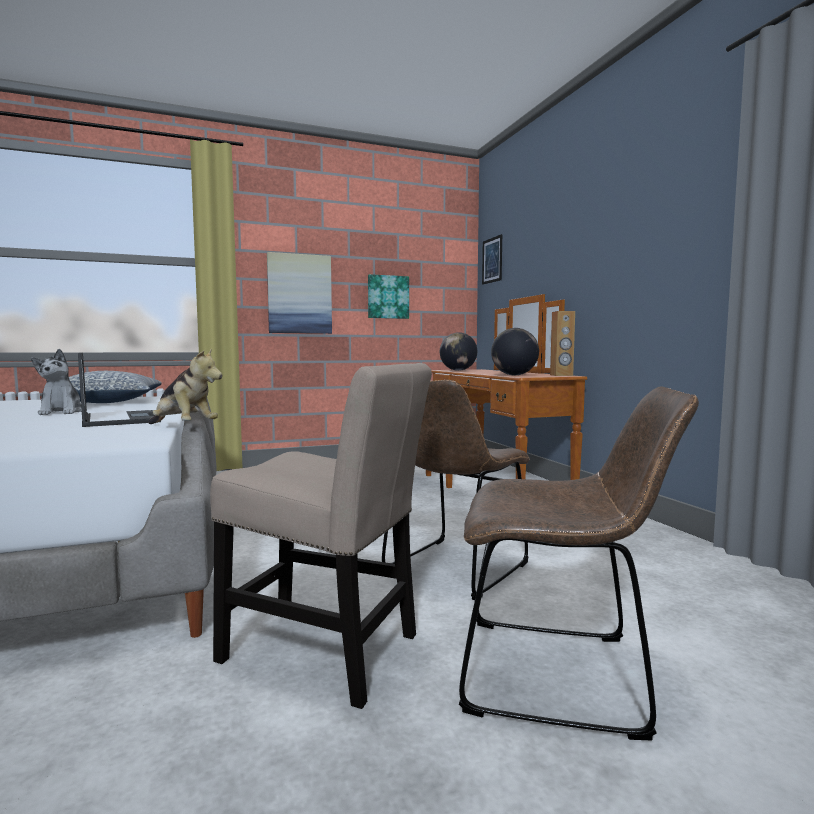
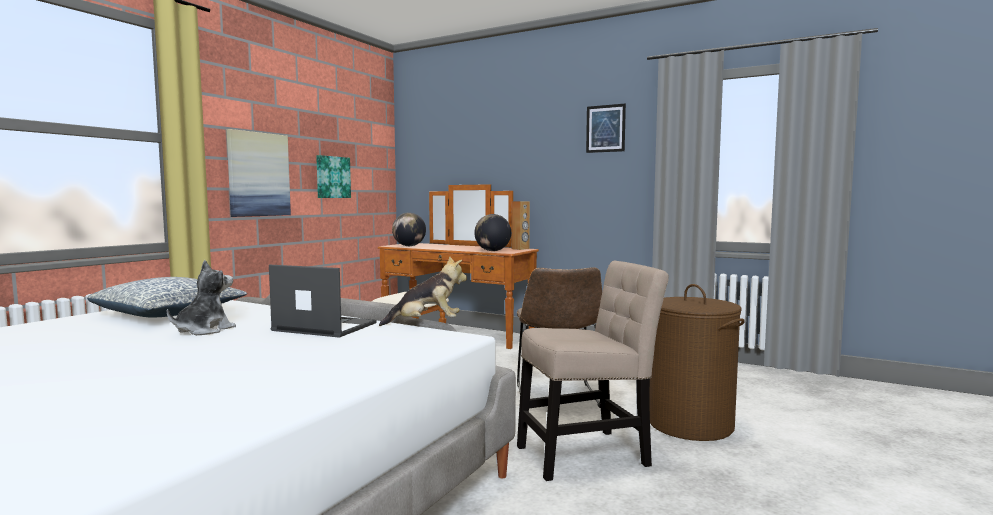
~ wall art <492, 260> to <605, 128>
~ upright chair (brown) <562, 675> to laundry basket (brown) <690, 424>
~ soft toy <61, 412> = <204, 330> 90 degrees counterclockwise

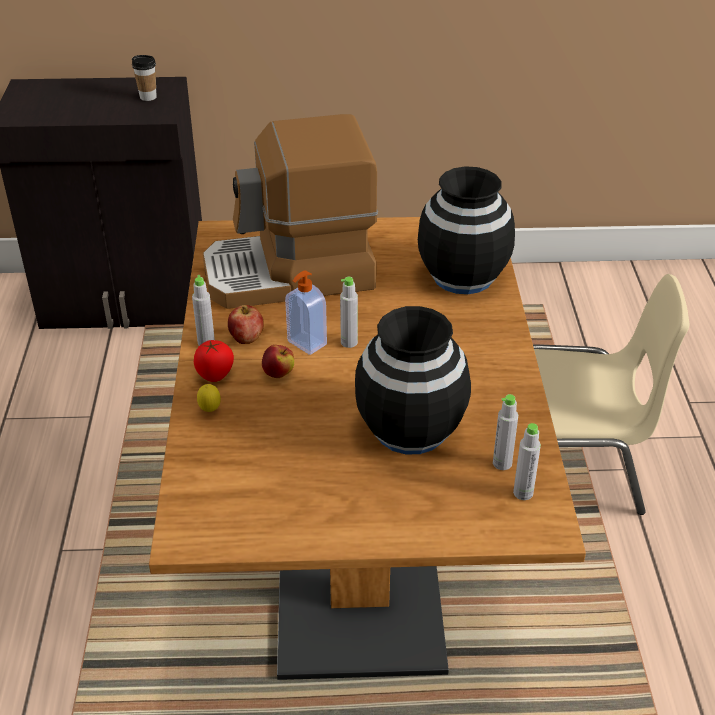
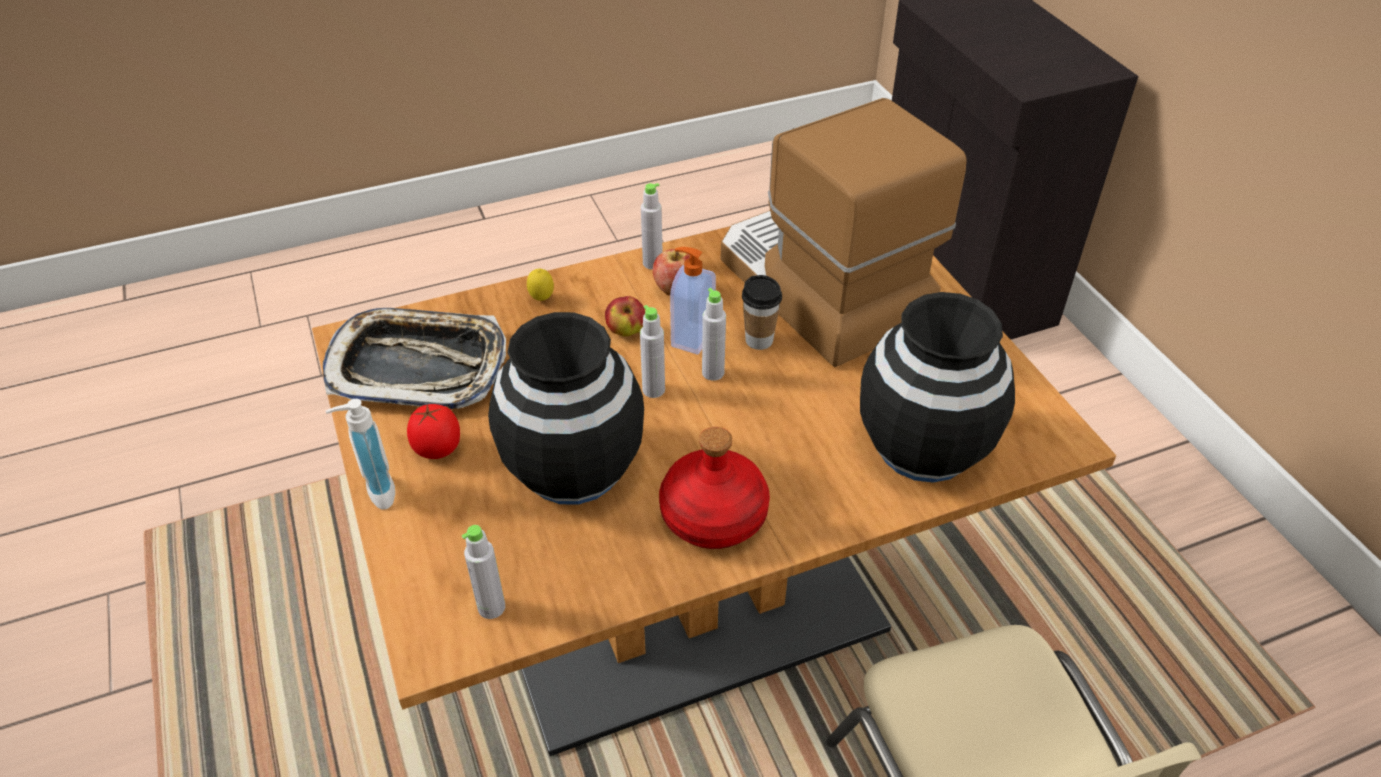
+ carrying tray <418, 367>
+ soap bottle <375, 492>
+ drink bottle (red) <714, 515>
~ drinking cup <148, 97> to <759, 340>
~ tomato <215, 375> to <438, 450>
~ drink bottle (gray) <502, 463> to <653, 390>

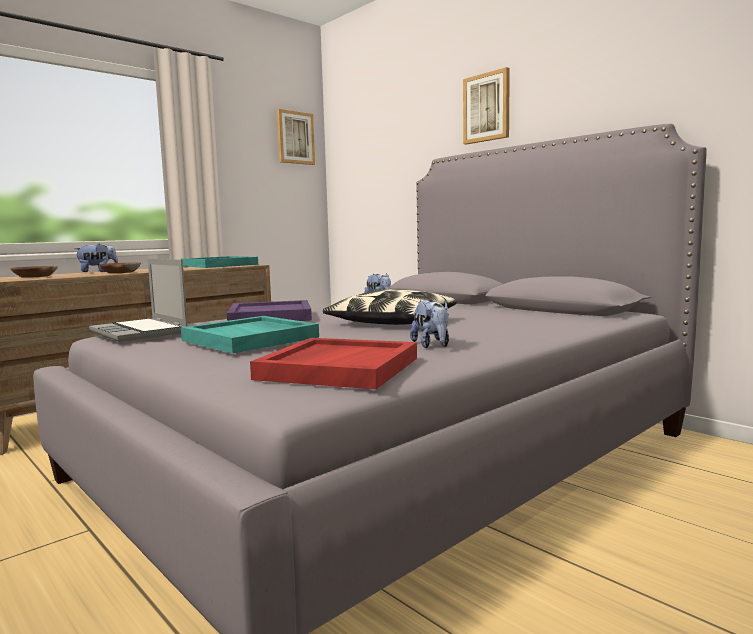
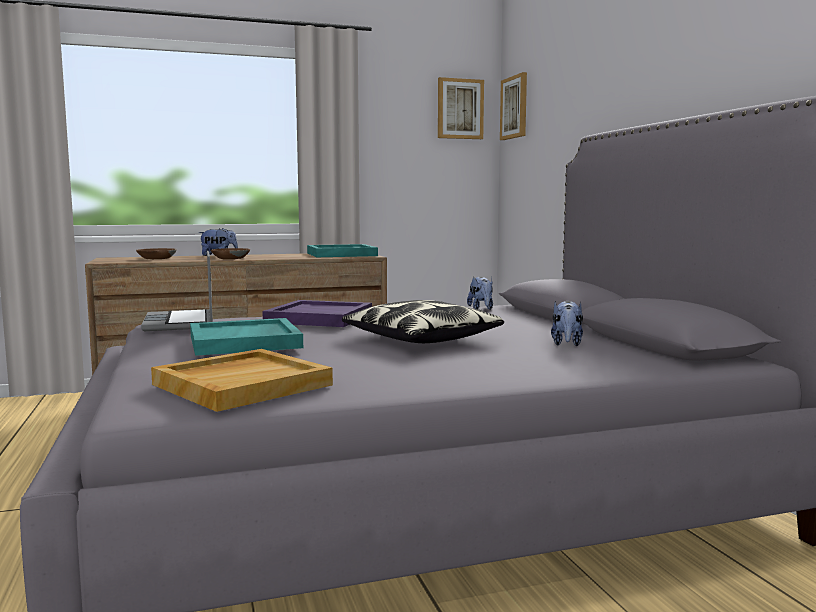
~ soft toy <432, 345> to <566, 344>
~ wall art <487, 107> to <514, 107>
~ carrying tray (red) <338, 368> to carrying tray (sand-coloured) <242, 384>

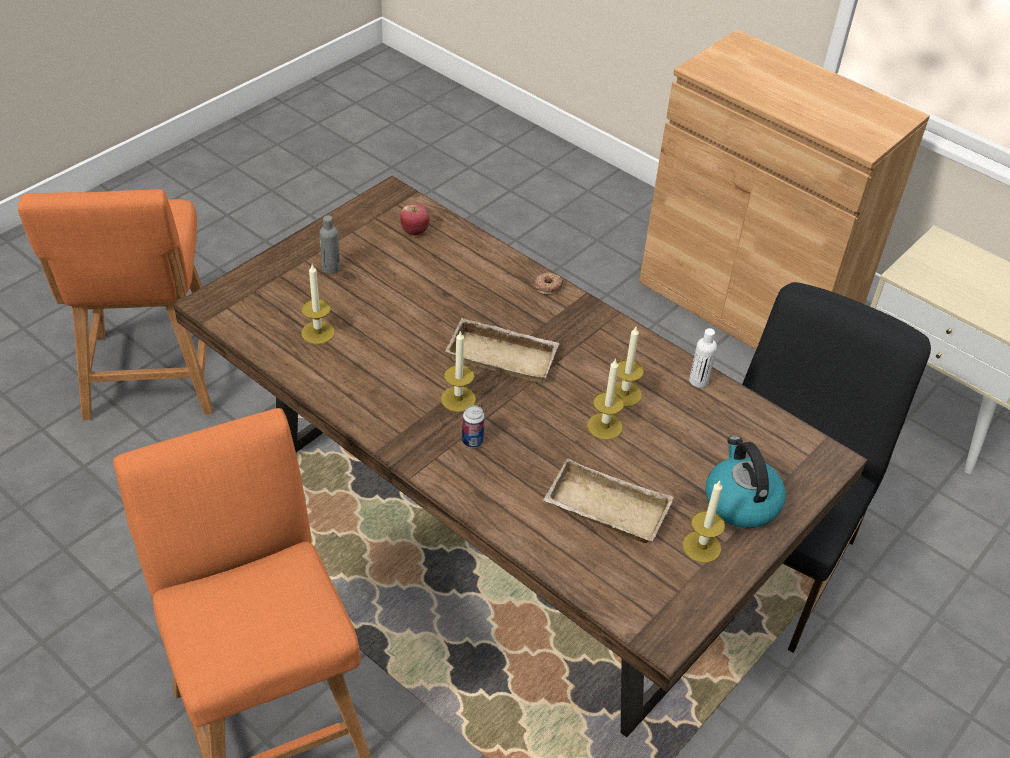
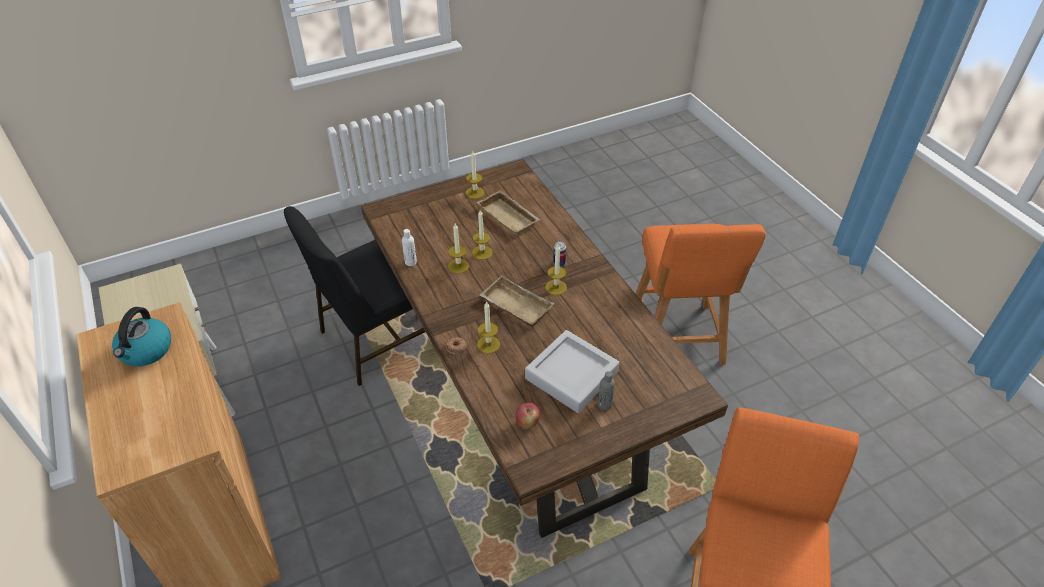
+ carrying tray (gray) <571, 375>
~ wax light <318, 332> to <488, 344>
~ tea kettle <740, 501> to <146, 351>

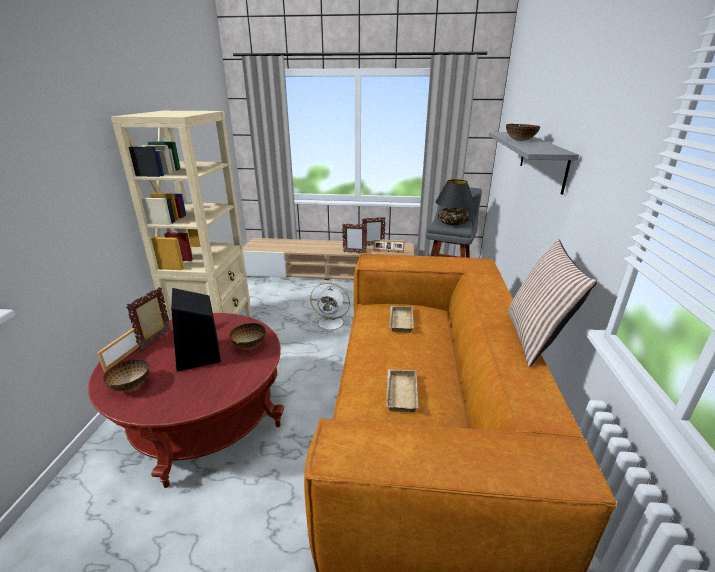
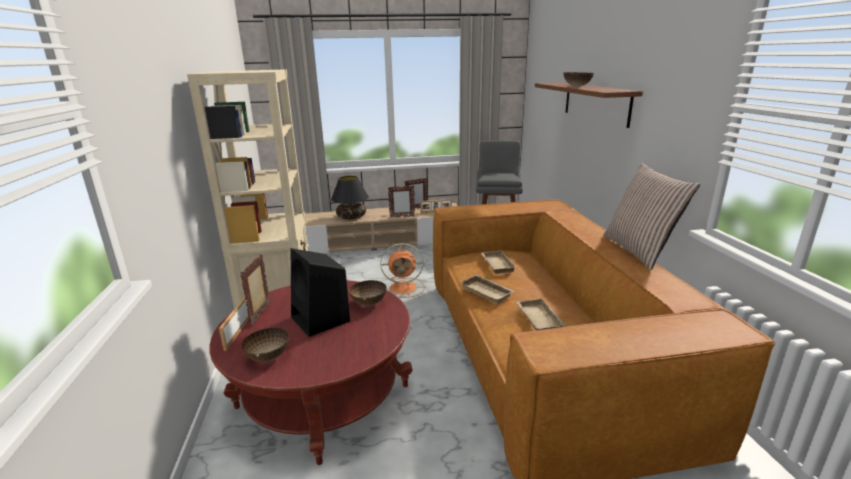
+ carrying tray (sand-coloured) <487, 292>
~ lamp for a table (blackish) <452, 223> to <351, 217>
~ electric fan (whitish) <332, 323> to electric fan (orangey) <404, 288>
~ shelf (gray) <542, 160> to shelf (brown) <595, 102>

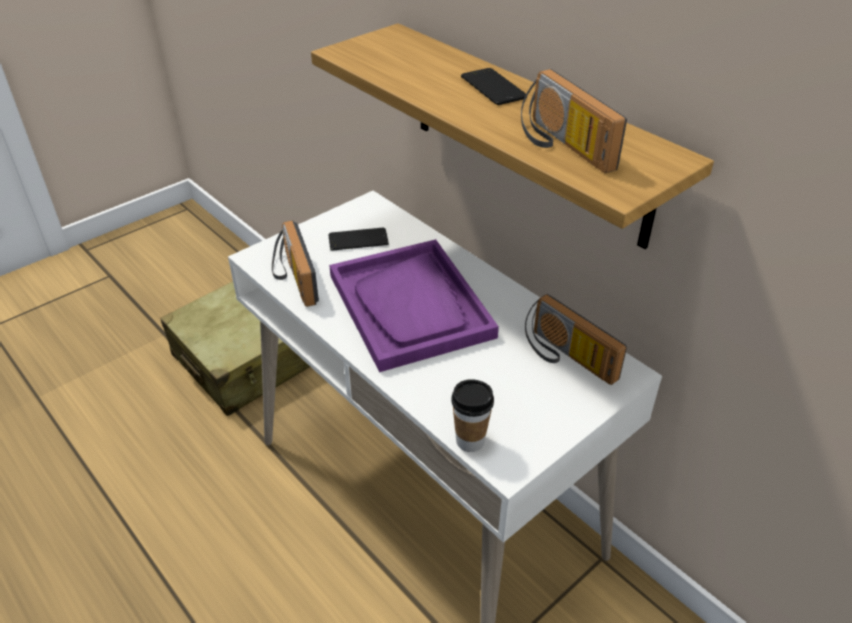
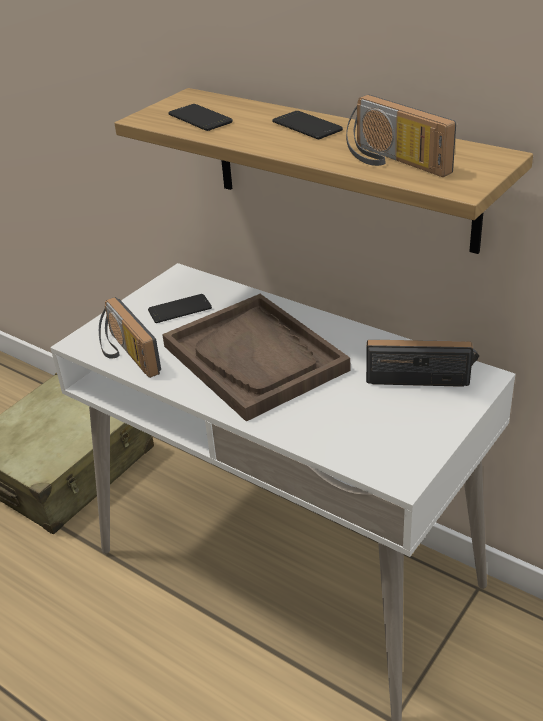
- drinking cup <470, 441>
+ phone <200, 118>
~ carrying tray (purple) <410, 306> to carrying tray (brown) <255, 358>
~ radio set <565, 357> = <421, 375> 150 degrees clockwise

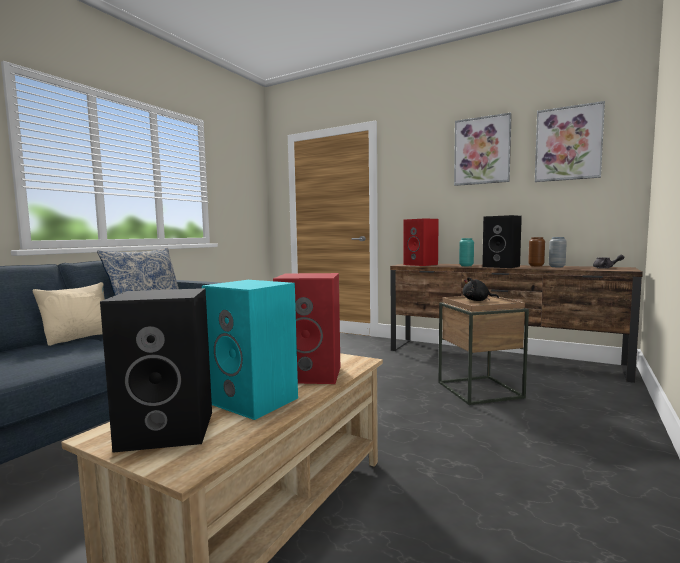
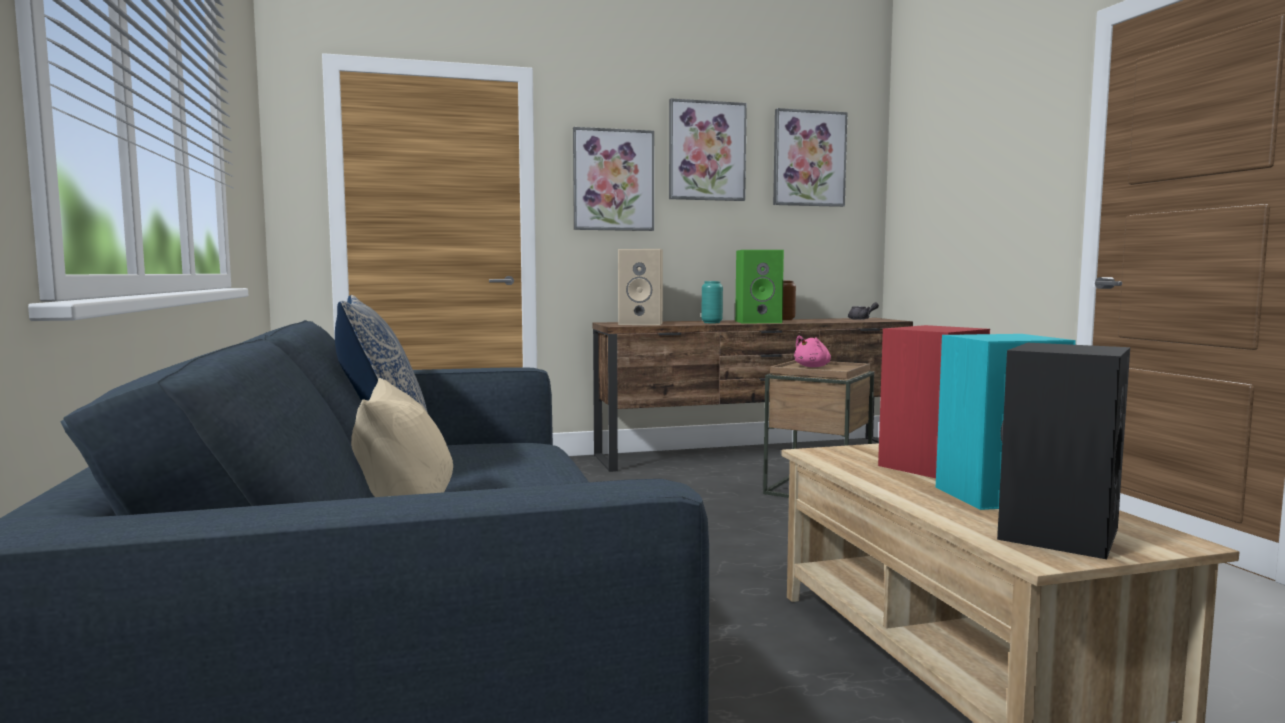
- decorative vase (gray) <556, 267>
+ wall art <613, 180>
~ audio speaker (red) <421, 264> to audio speaker (sand-coloured) <642, 323>
~ soft toy (blackish) <477, 300> to soft toy (pink-coloured) <813, 367>
~ audio speaker (blackish) <502, 266> to audio speaker (green) <759, 322>

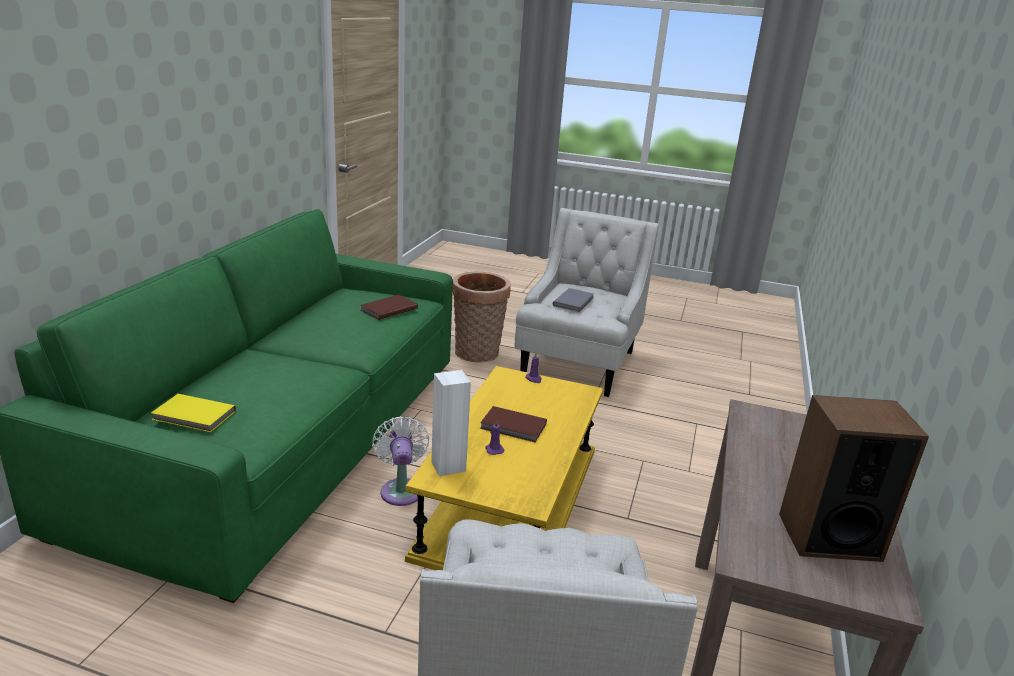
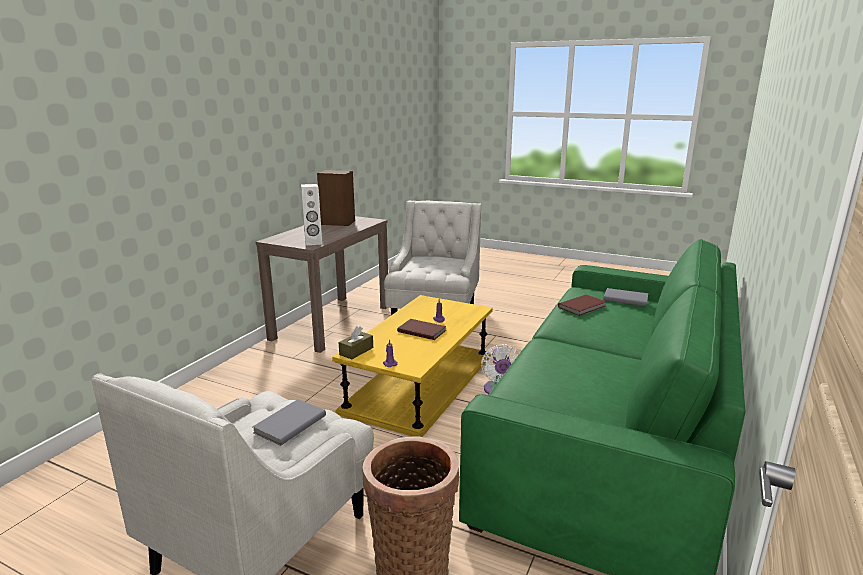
+ box of tissues (brown) <356, 351>
~ bound book (brown) <387, 309> to <583, 307>
~ audio speaker (whitish) <448, 466> to <313, 243>
~ bound book (yellowish) <194, 416> to bound book (gray) <625, 298>

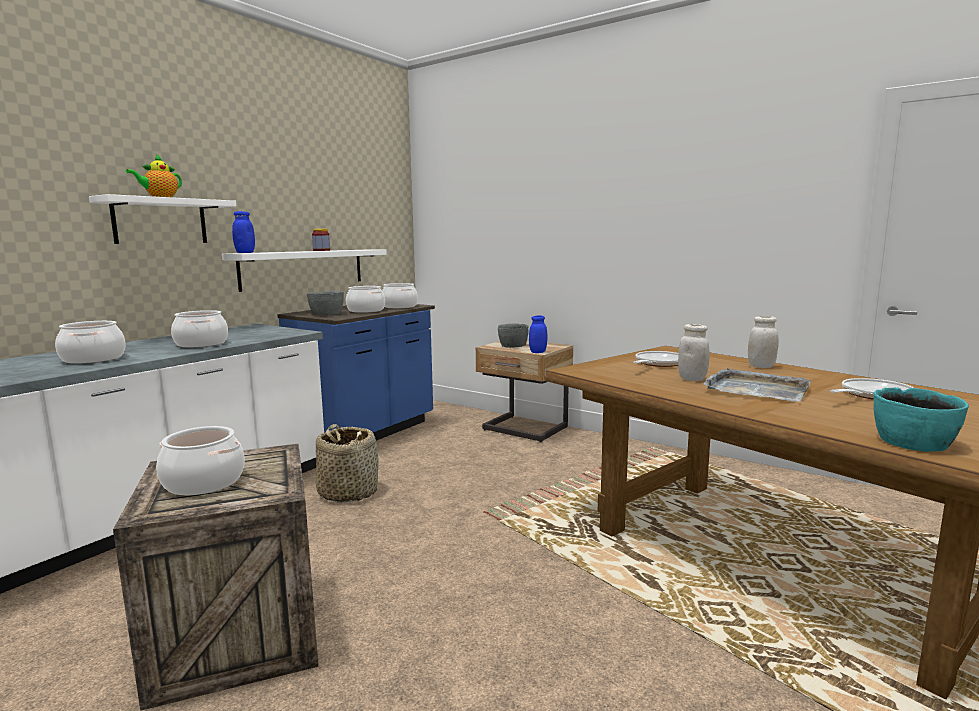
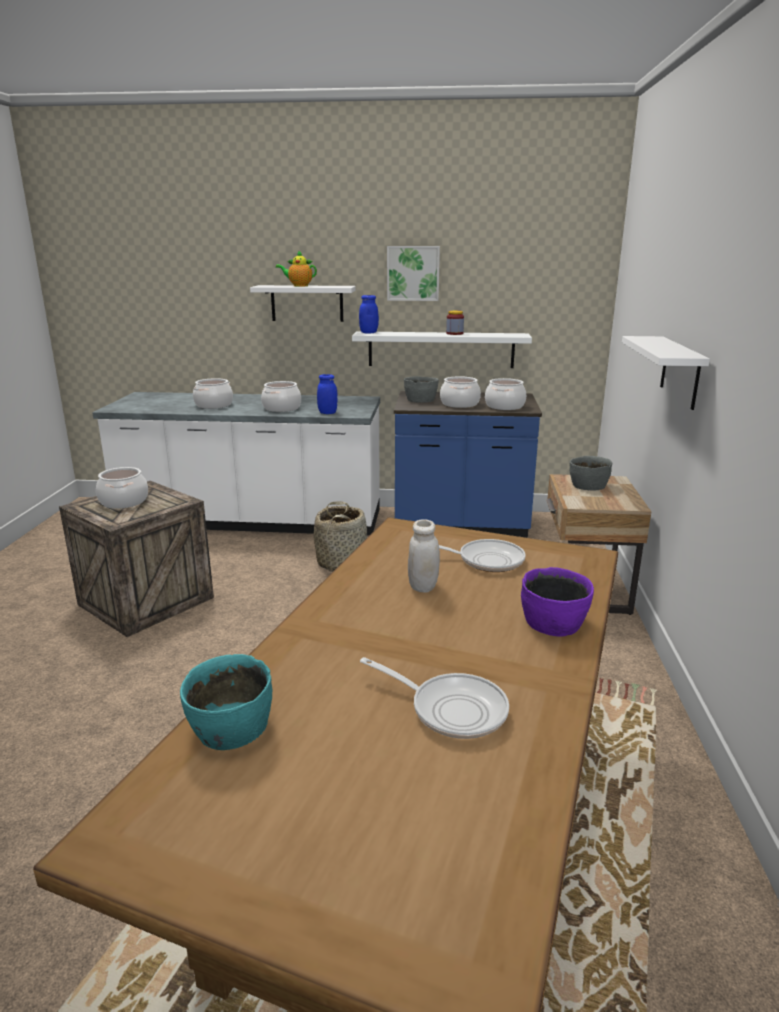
- carrying tray (gray) <756, 389>
+ wall art <413, 273>
+ shelf (whitish) <680, 372>
~ preserve jar (blue) <538, 352> to <327, 413>
~ preserve jar (whitish) <761, 366> to serving bowl (purple) <554, 622>

